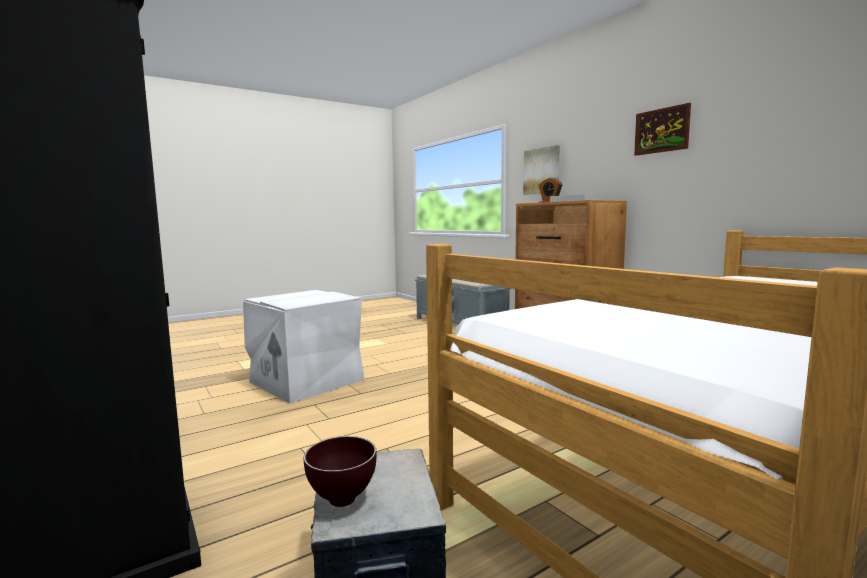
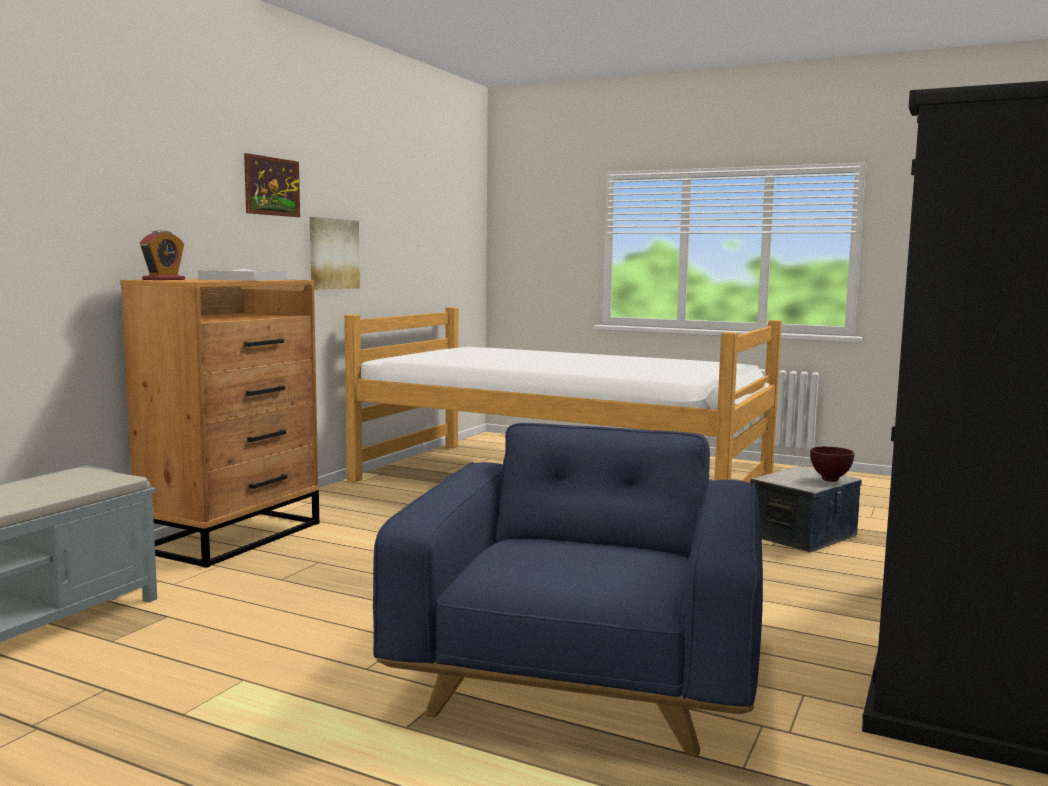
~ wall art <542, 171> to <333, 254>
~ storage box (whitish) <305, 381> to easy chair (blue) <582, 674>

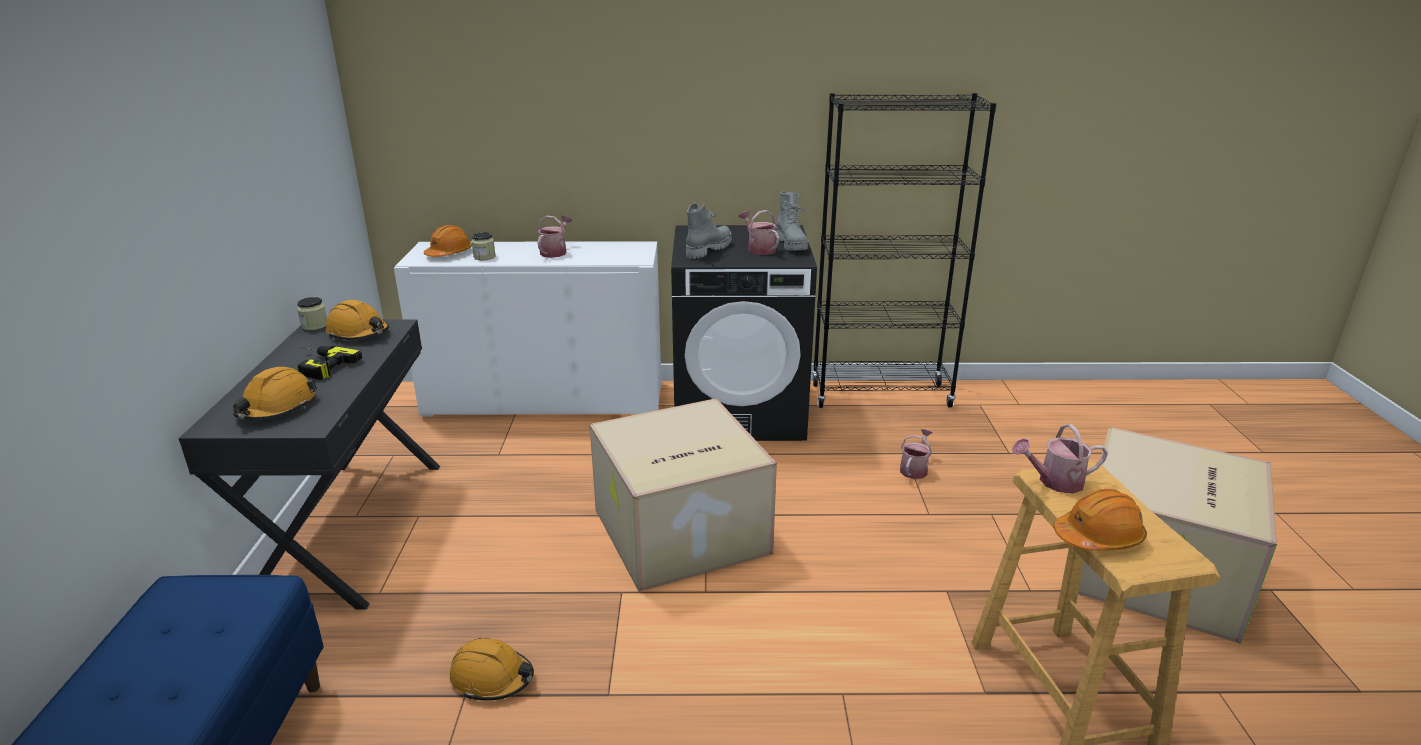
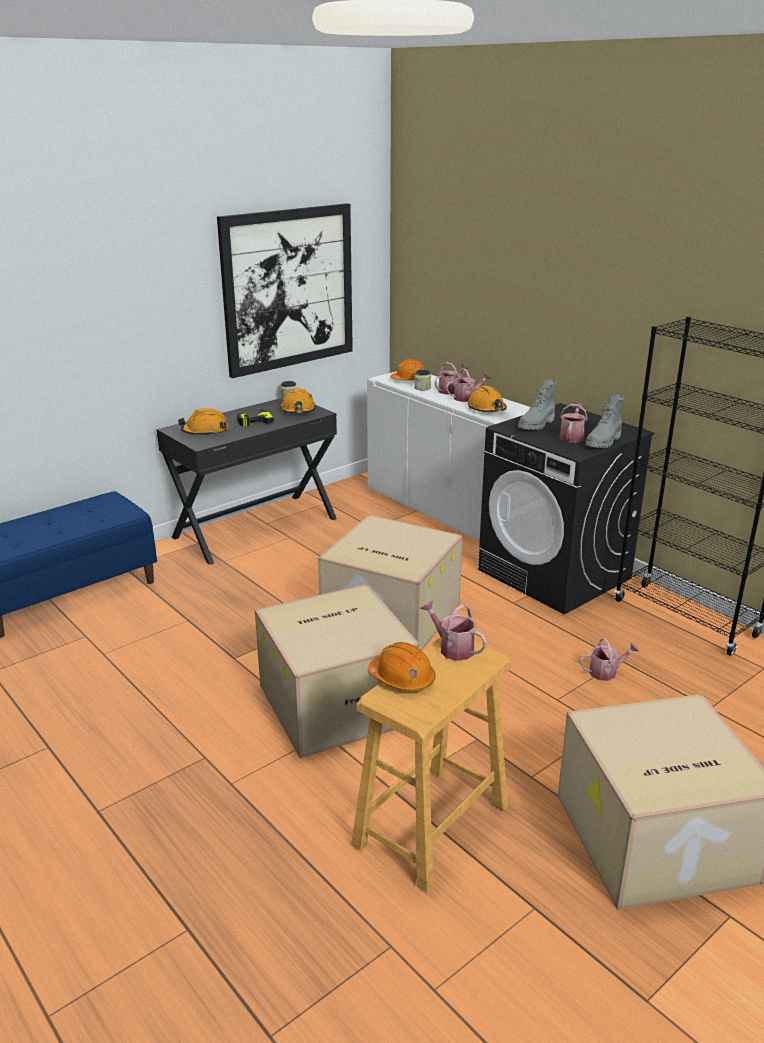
+ wall art <288, 289>
+ carton <337, 701>
+ watering pot <450, 390>
~ work helmet (orangey) <492, 678> to <487, 409>
~ boot (gray) <708, 249> = <537, 425> 135 degrees clockwise

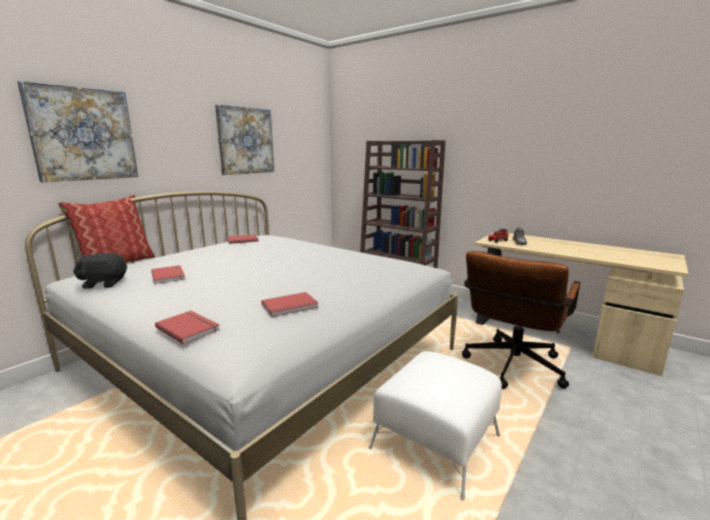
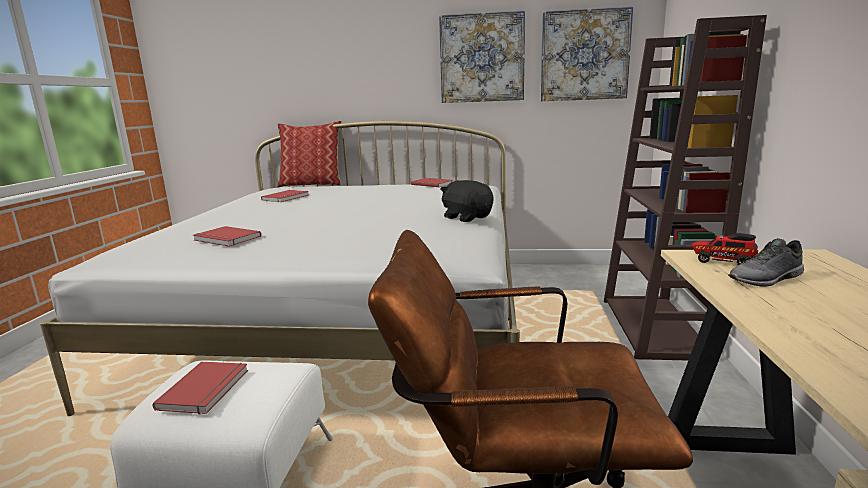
~ wall art <83, 134> to <584, 55>
~ soft toy (blackish) <104, 283> to <467, 217>
~ bound book (red) <189, 328> to <207, 389>

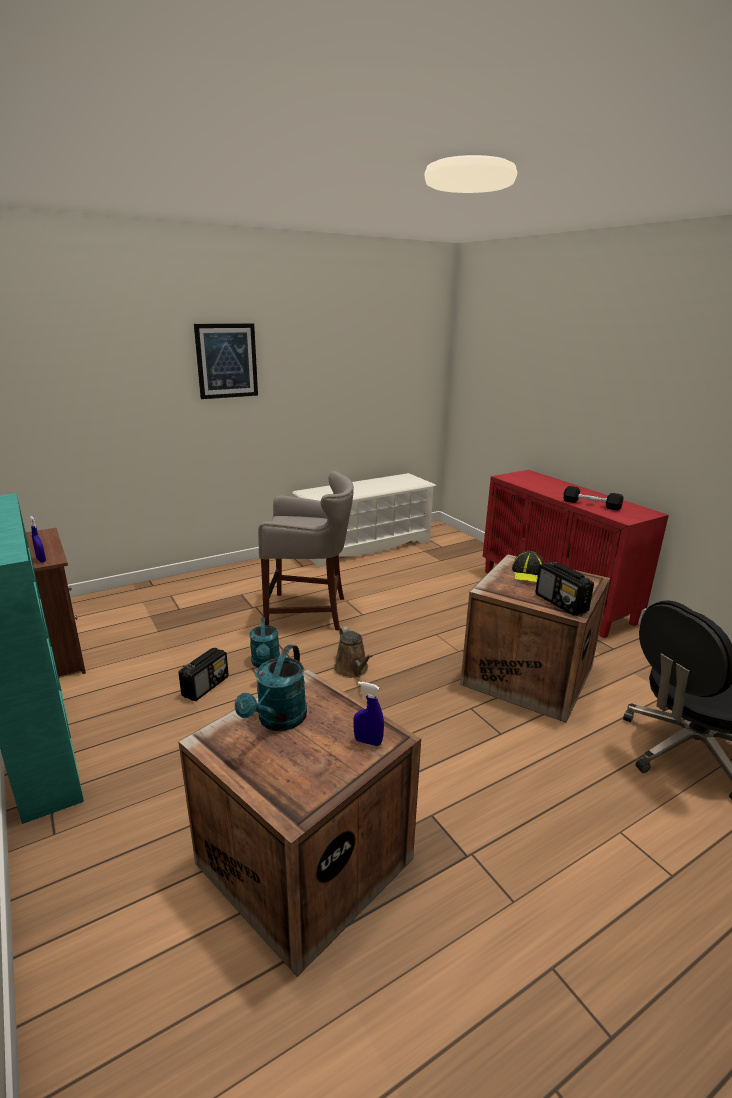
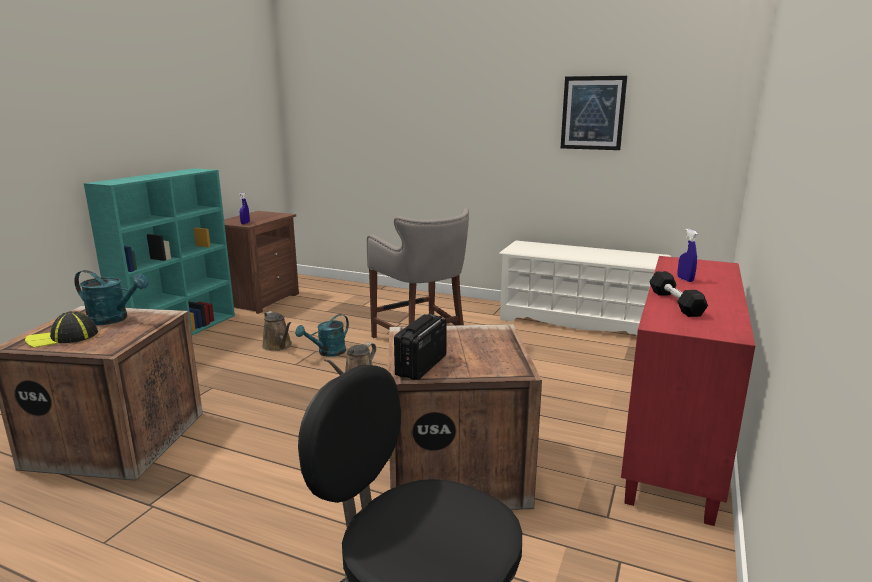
~ wall art <226, 361> to <593, 113>
~ sprayer (blue) <368, 742> to <685, 279>
~ cap <528, 574> to <63, 337>
~ radio set <206, 686> to watering pot (brown) <278, 346>
~ watering pot (turquoise) <278, 721> = <114, 319> 150 degrees counterclockwise

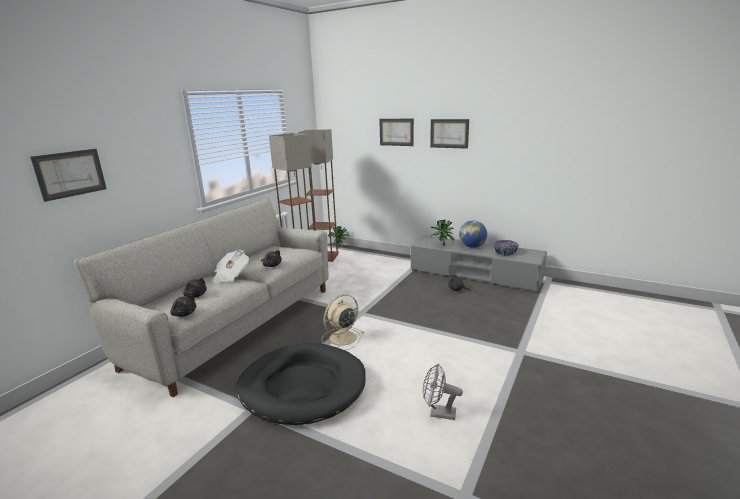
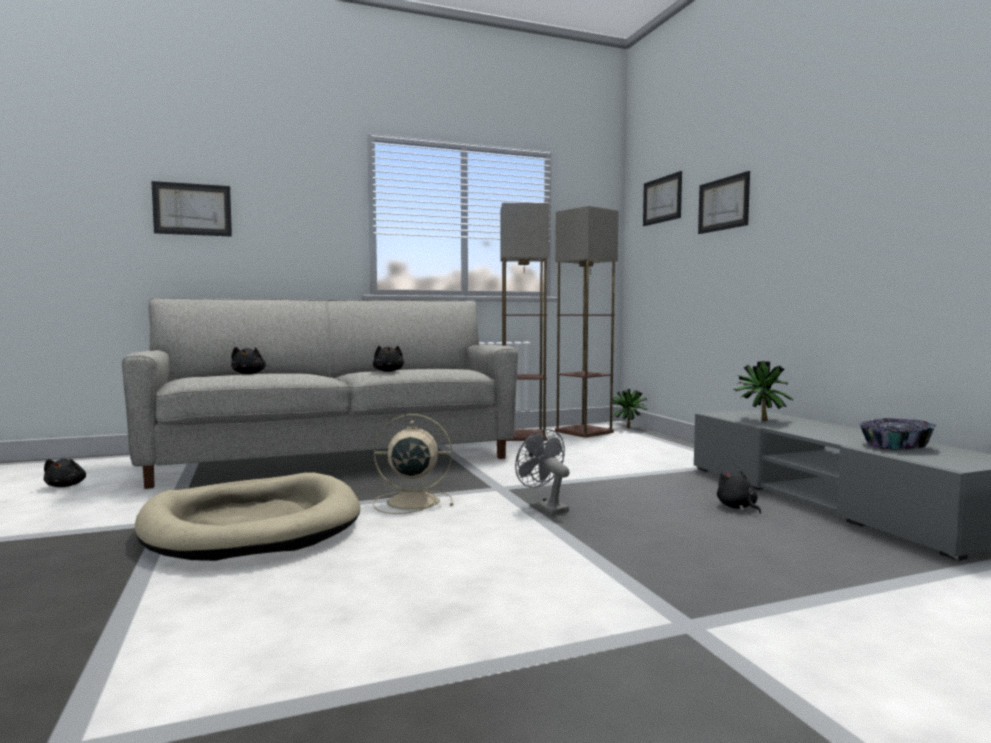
- newspaper <231, 276>
- desk globe <472, 247>
~ soft toy (blackish) <184, 314> to <66, 486>
~ electric fan (gray) <438, 413> to <544, 508>
~ wall art <449, 133> to <662, 200>
~ dog cushion (blackish) <302, 386> to dog cushion (sand-coloured) <252, 525>

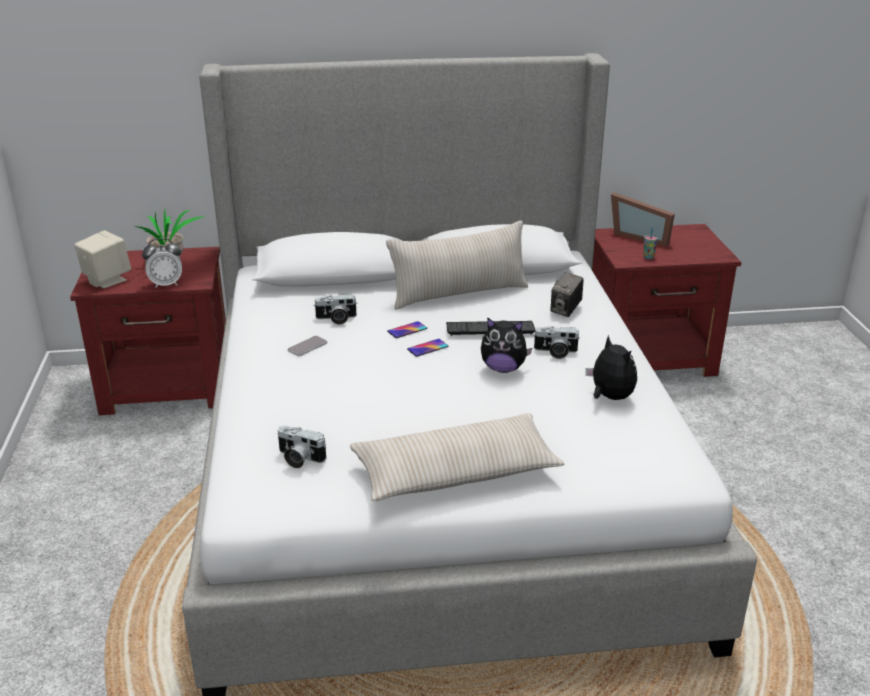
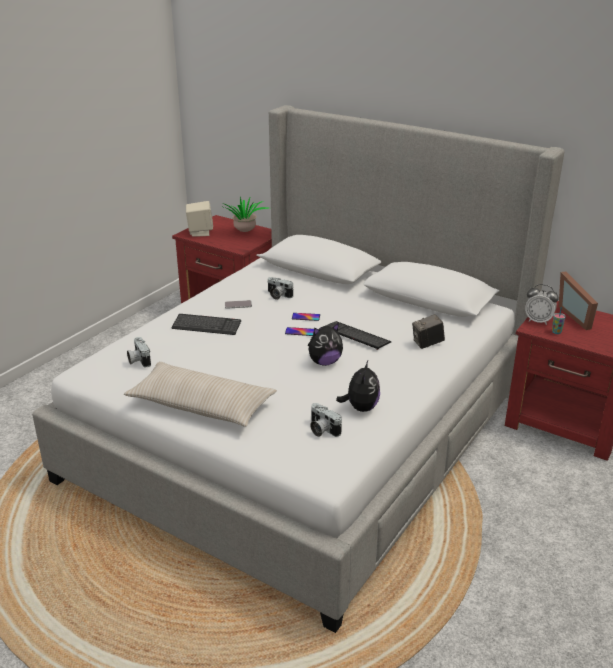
- cushion (sand-coloured) <459, 294>
+ keyboard <206, 326>
~ bedside clock <166, 284> to <538, 321>
~ still camera <555, 352> to <322, 430>
~ soft toy <503, 368> = <324, 362> 75 degrees counterclockwise

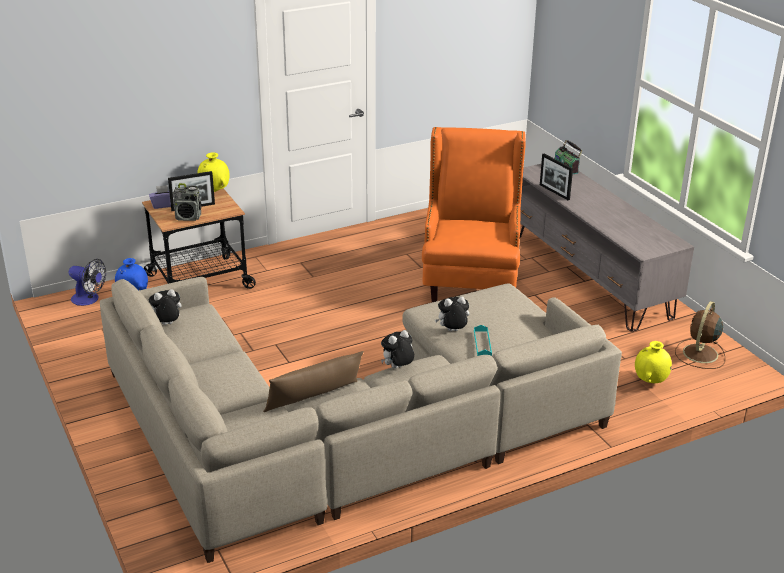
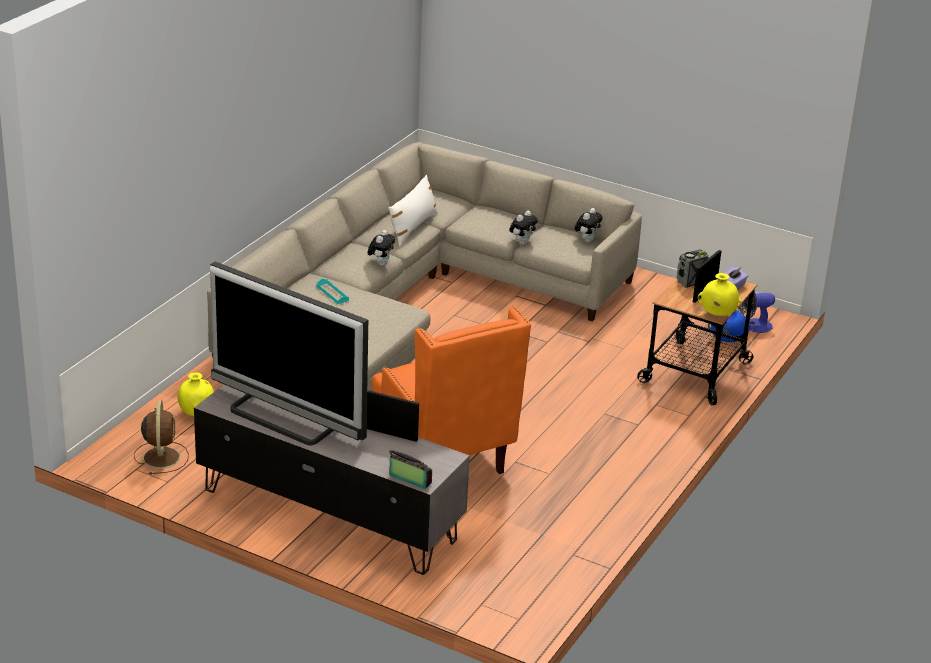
+ TV <284, 418>
~ soft toy <452, 331> to <522, 242>
~ cushion (brown) <315, 401> to cushion (whitish) <412, 227>

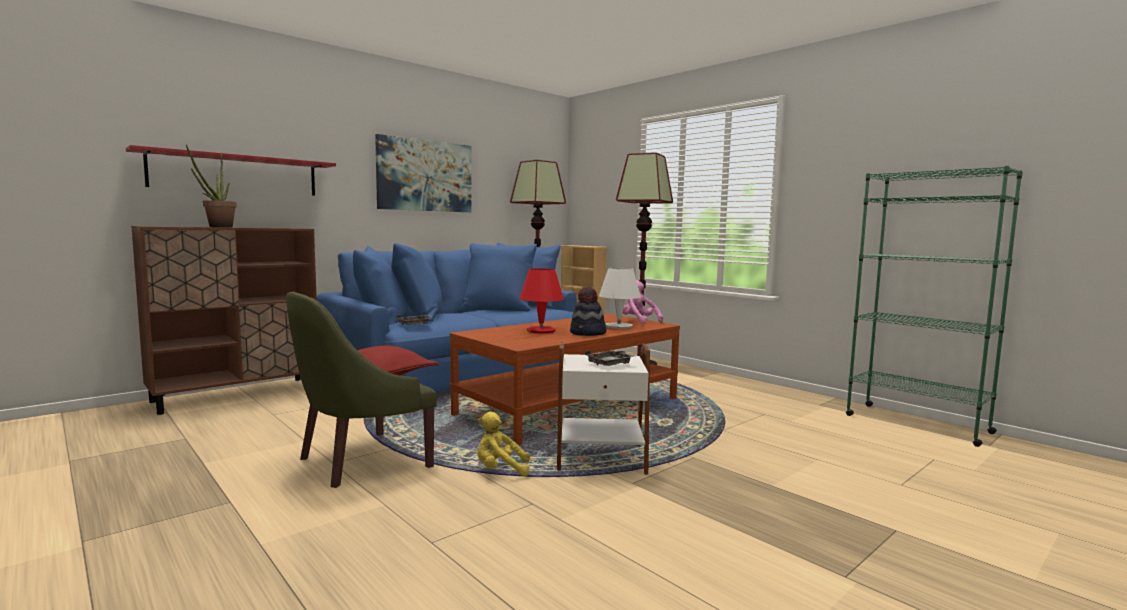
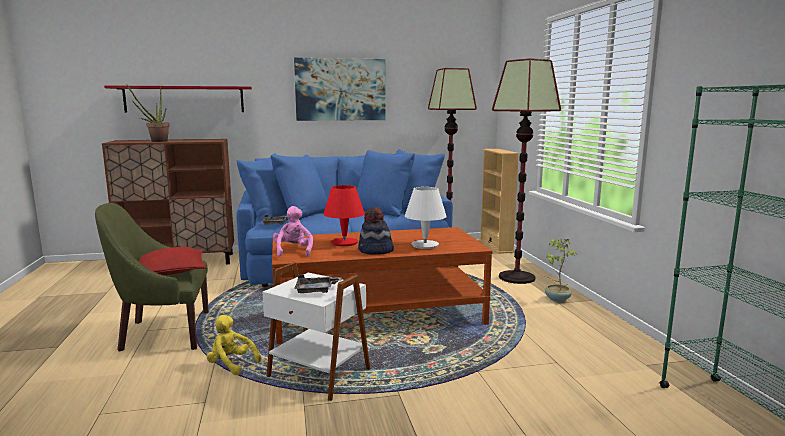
+ plant in a pot <556, 299>
~ soft toy (pink-coloured) <639, 321> to <293, 251>

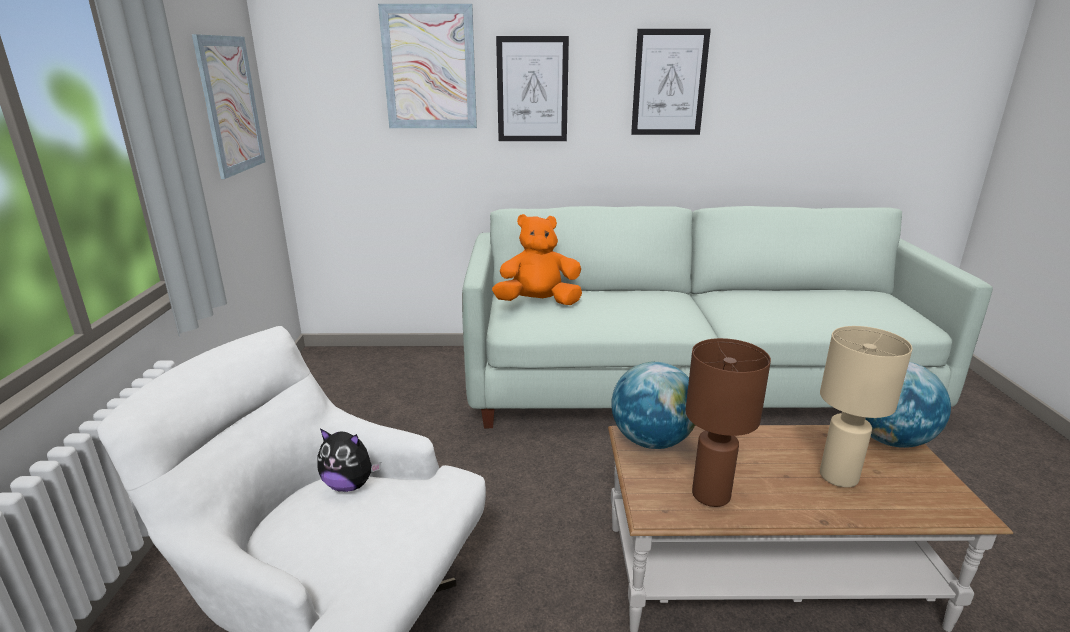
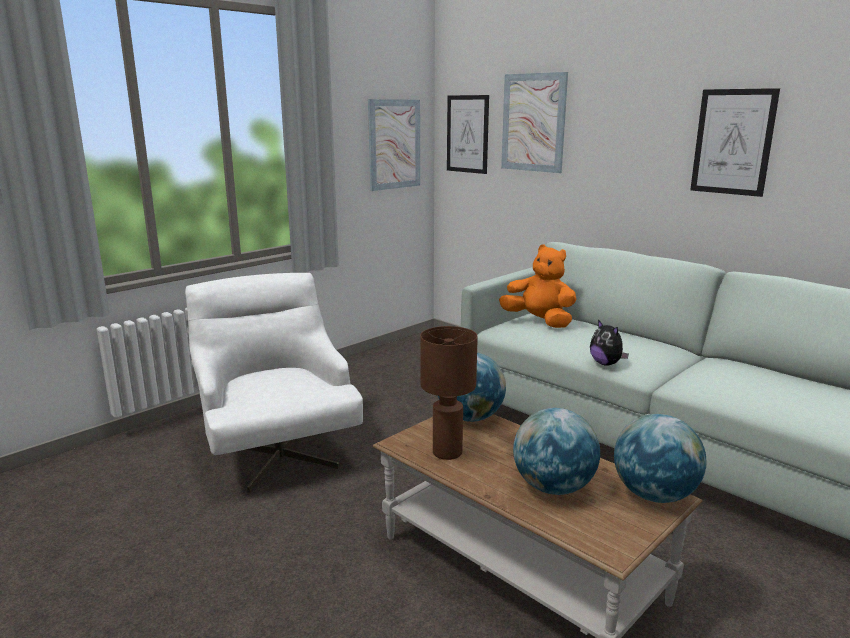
~ soft toy <349, 485> to <606, 363>
~ wall art <532, 90> to <467, 134>
~ lamp for a table (sand-coloured) <837, 477> to desk globe <553, 487>

